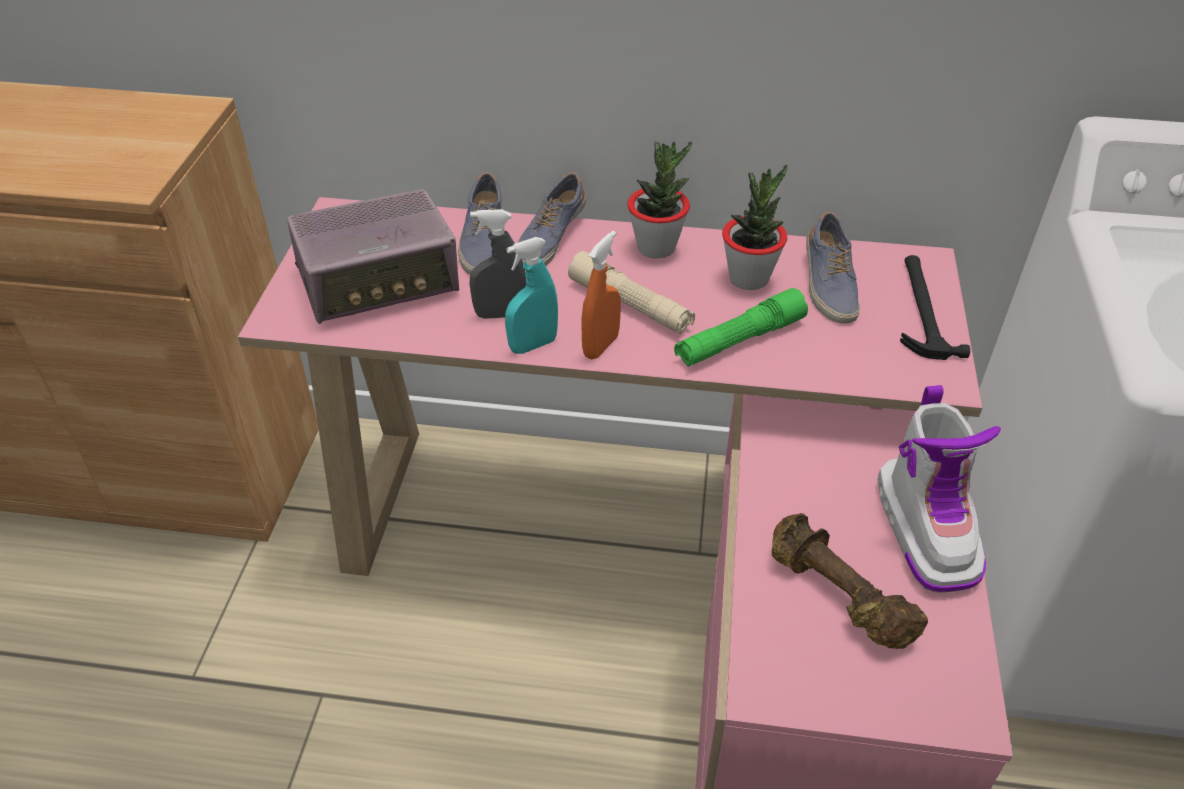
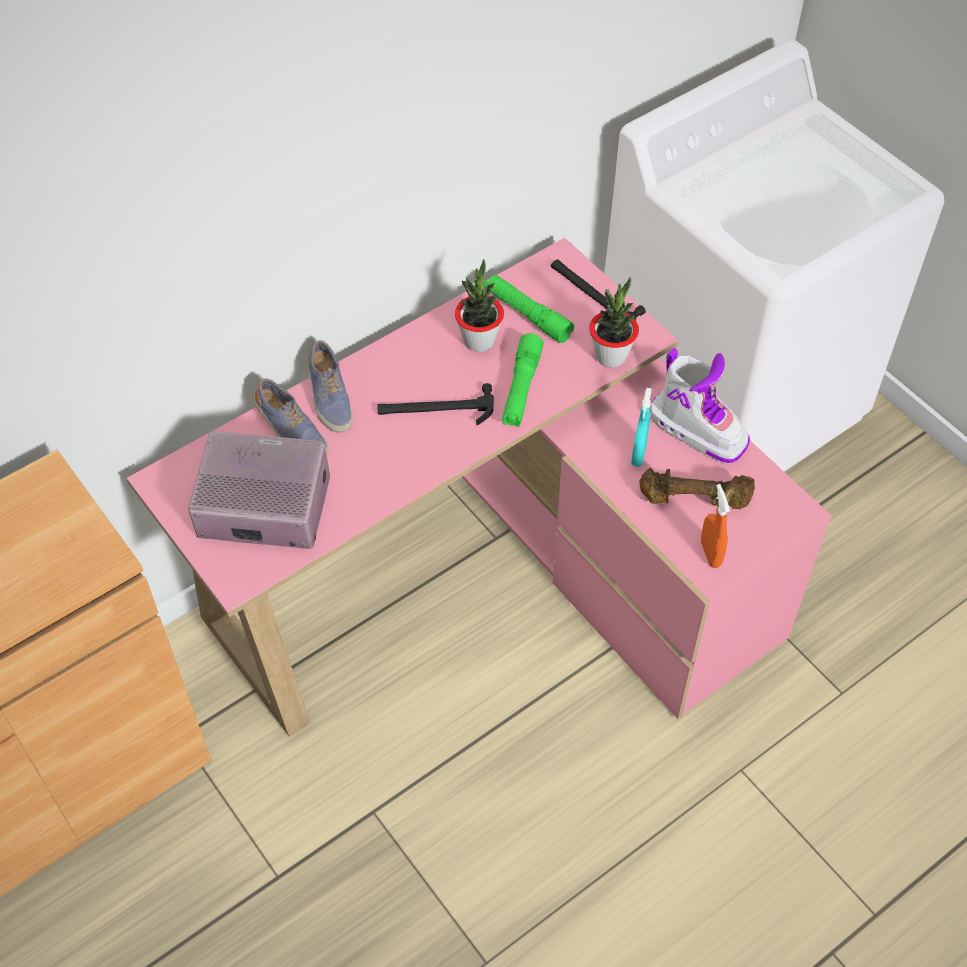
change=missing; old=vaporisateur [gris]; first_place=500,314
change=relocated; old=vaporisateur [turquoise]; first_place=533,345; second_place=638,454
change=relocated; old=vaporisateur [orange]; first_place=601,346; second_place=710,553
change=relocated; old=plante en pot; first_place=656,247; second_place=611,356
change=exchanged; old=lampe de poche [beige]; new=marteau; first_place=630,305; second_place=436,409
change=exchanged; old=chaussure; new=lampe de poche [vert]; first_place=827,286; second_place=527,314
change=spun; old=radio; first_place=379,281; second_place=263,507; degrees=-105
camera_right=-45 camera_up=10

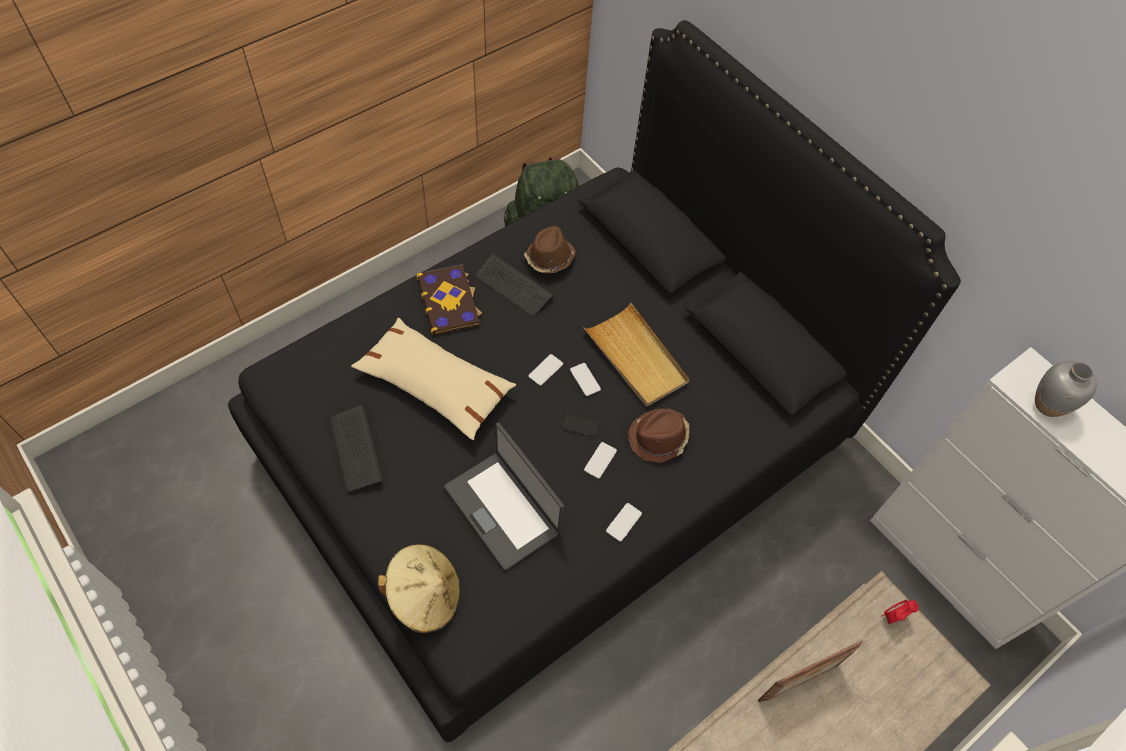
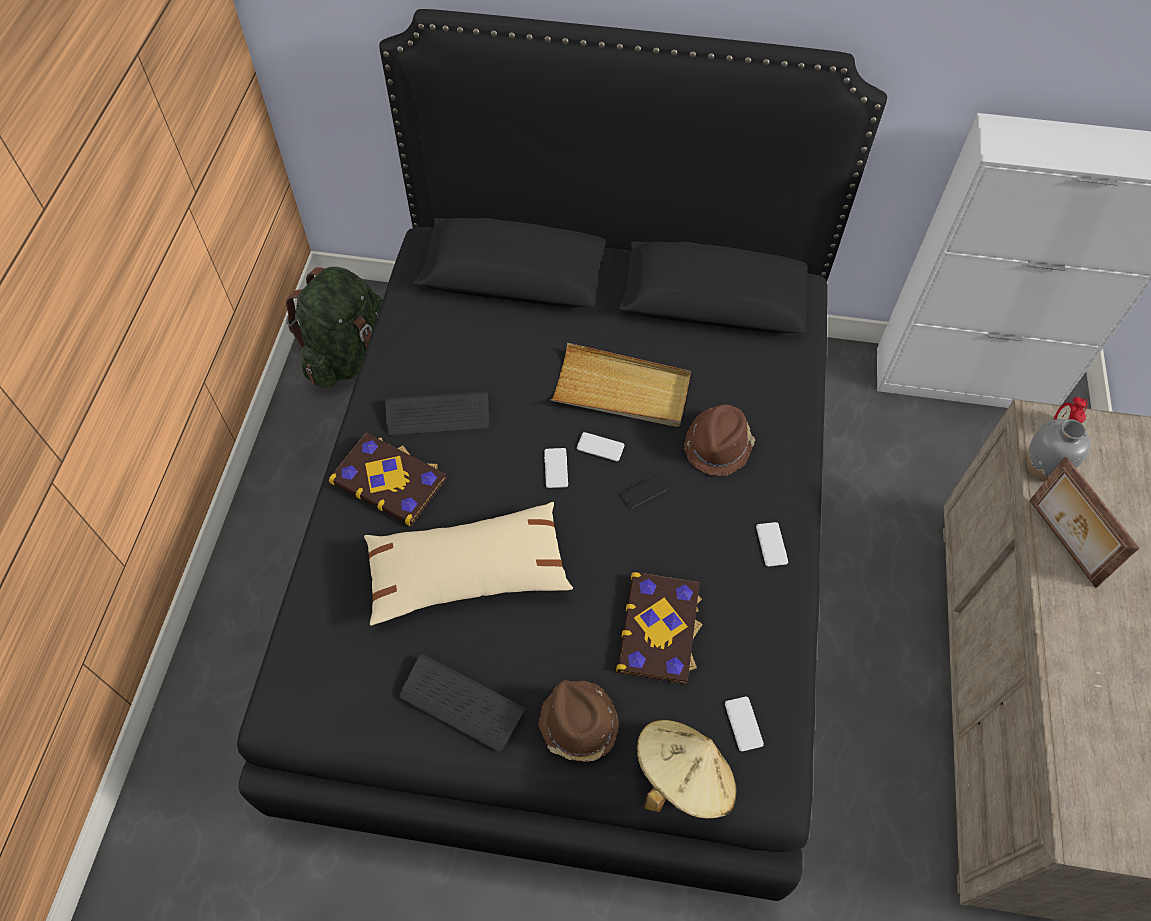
change=relocated; old=chapeau [marron]; first_place=549,258; second_place=578,724
change=relocated; old=téléphone; first_place=600,460; second_place=743,724
change=relocated; old=vase [gris]; first_place=1048,405; second_place=1043,468
change=exchanged; old=ordinateur portable; new=livre; first_place=503,509; second_place=660,629
change=spun; old=cadre photo; first_place=799,682; second_place=1060,543; degrees=135
camera_right=-40 camera_up=0

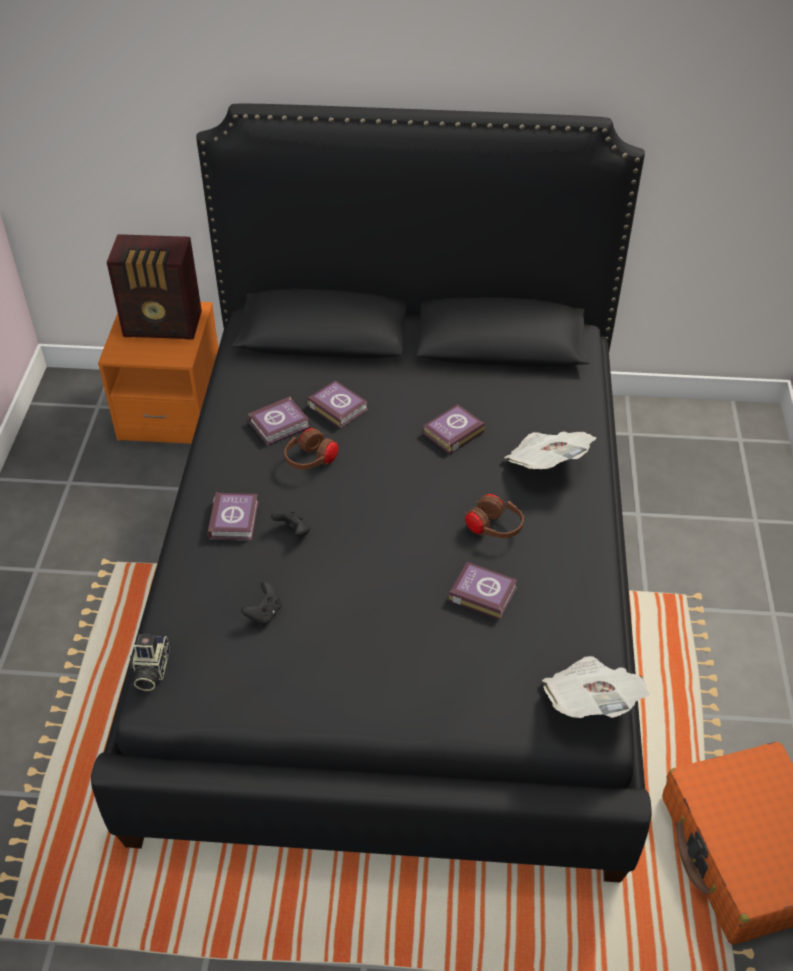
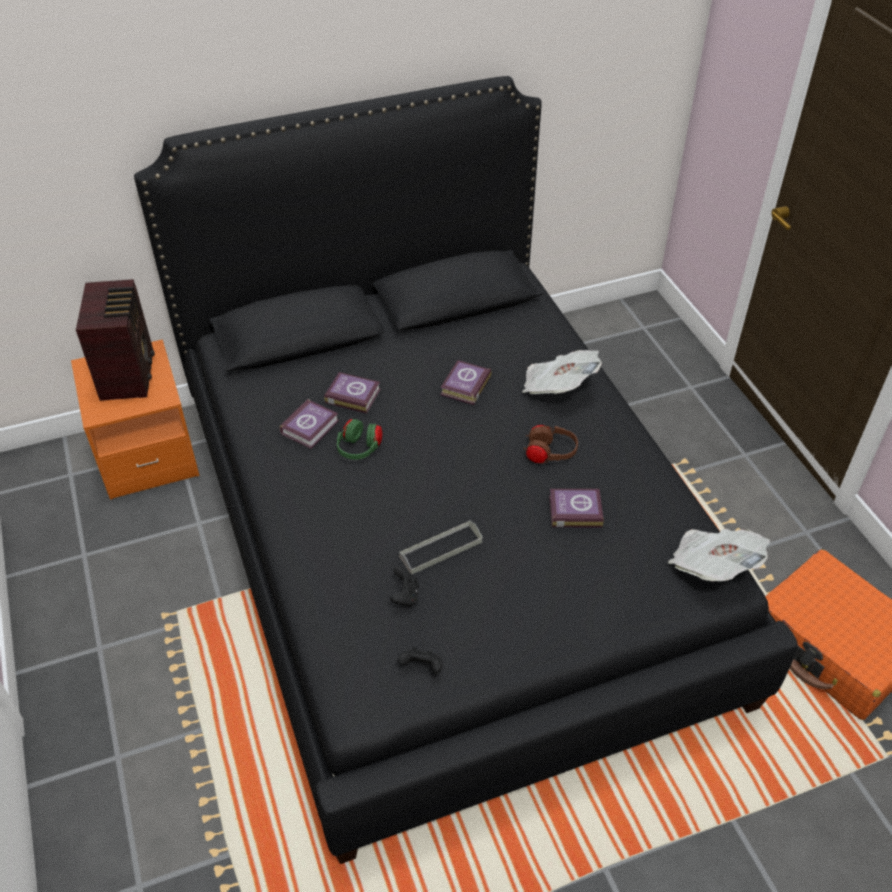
change=missing; old=appareil photo; first_place=150,670
change=missing; old=livre; first_place=235,519
change=appeared; new=plateau [gris]; second_place=441,549
change=relocated; old=manette [noir]; first_place=293,531; second_place=422,667
change=colour; old=casque audio [marron]; new=casque audio [vert]; first_place=311,461; second_place=359,449
change=spun; old=radio; first_place=164,325; second_place=129,374; degrees=-75
camera_right=-25 camera_up=0

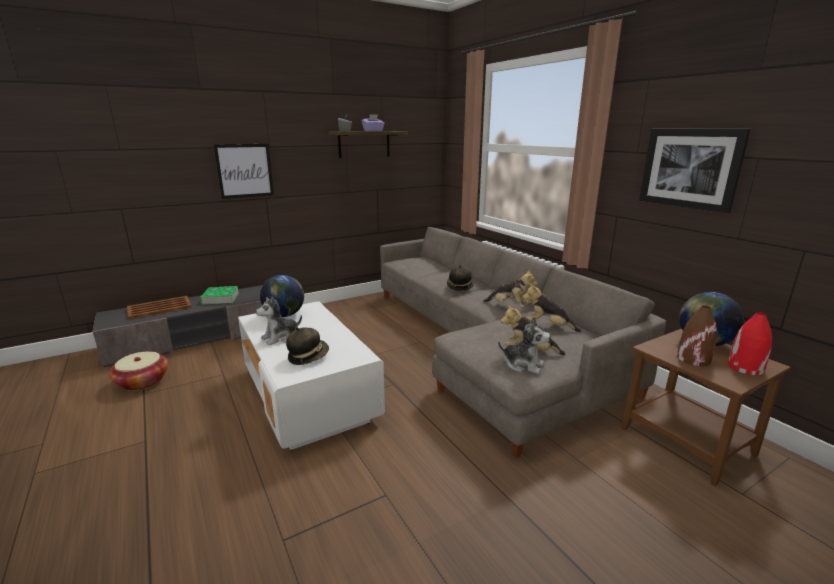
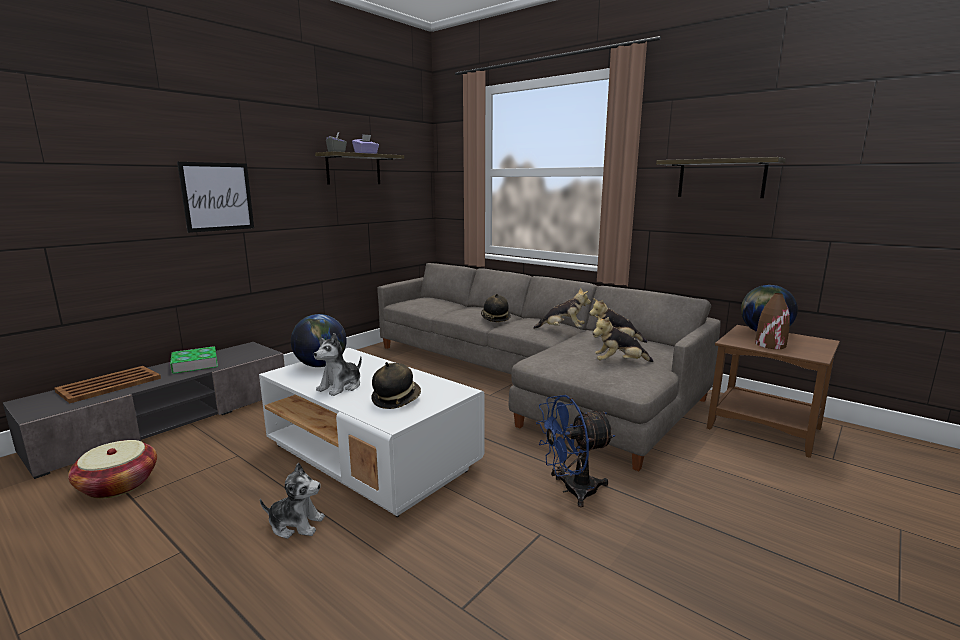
change=missing; old=vase [rouge]; first_place=745,367
change=appeared; new=ventilateur [bleu]; second_place=572,491
change=relocated; old=peluche; first_place=523,365; second_place=296,524
change=exchanged; old=tableau; new=étagère; first_place=690,168; second_place=721,178
camera_right=-20 camera_up=-5

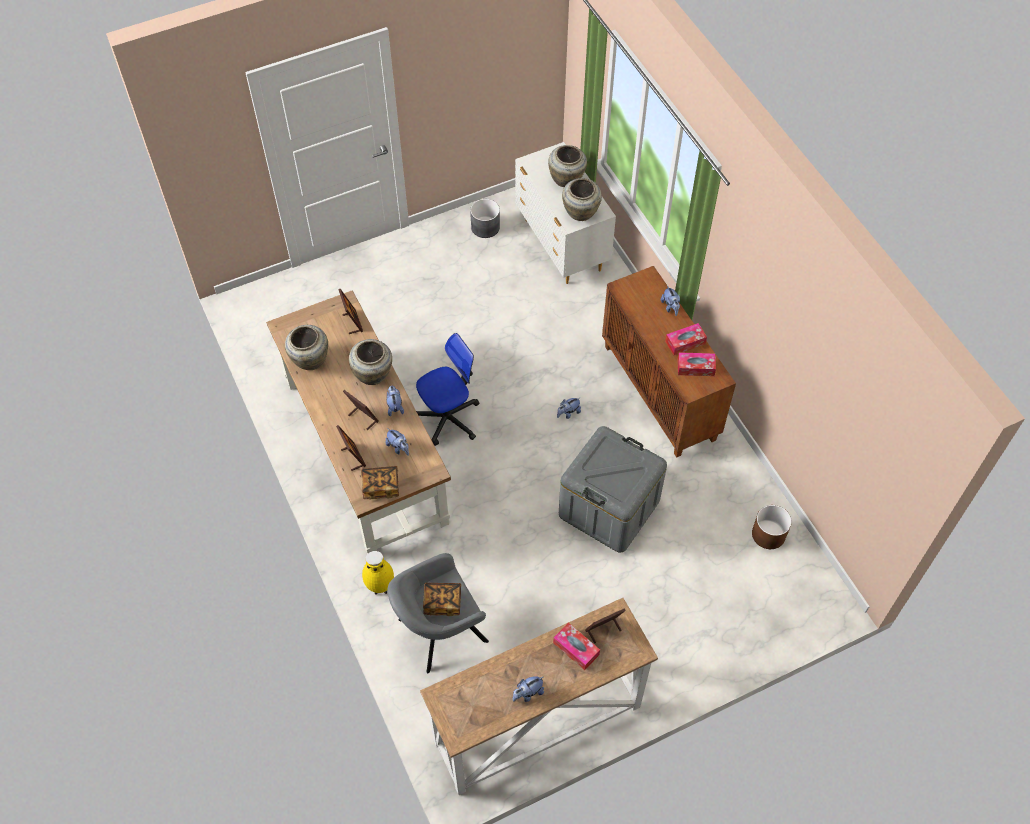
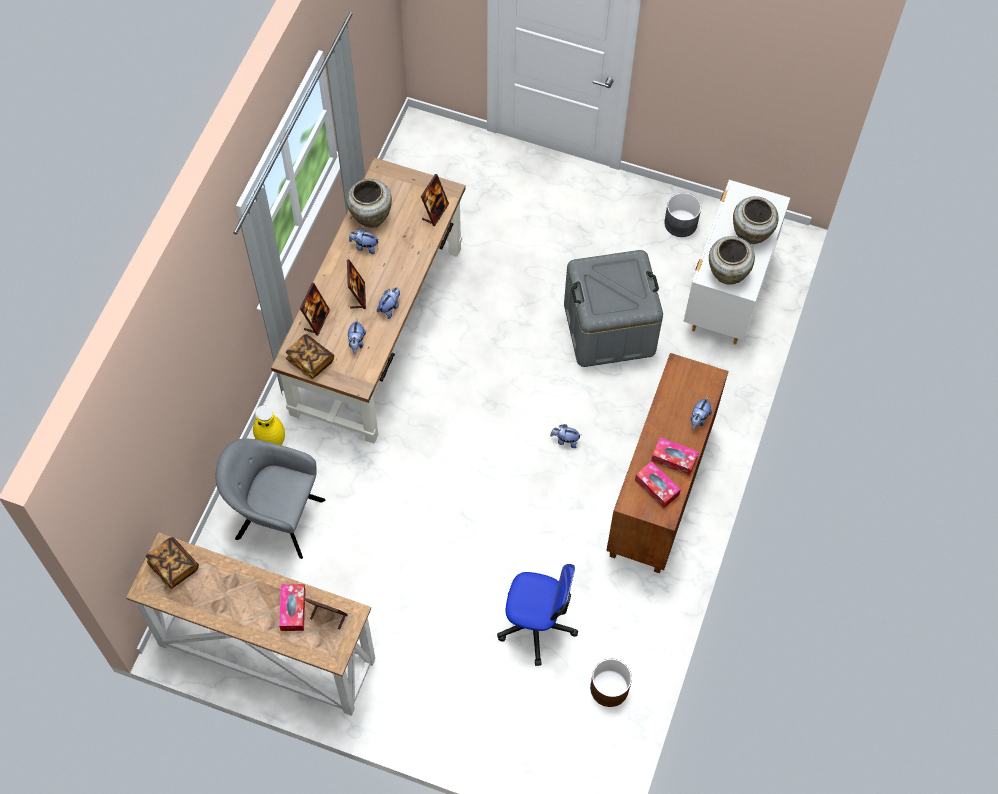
change=missing; old=vase [beige]; first_place=373,375
change=relocated; old=chaise de bureau; first_place=448,418; second_place=536,624
change=relocated; old=livre; first_place=442,602; second_place=174,566
change=relocated; old=peluche; first_place=528,693; second_place=364,247
change=relocated; old=boîte de rangement [gris]; first_place=609,507; second_place=609,328
camera_right=45 camera_up=5

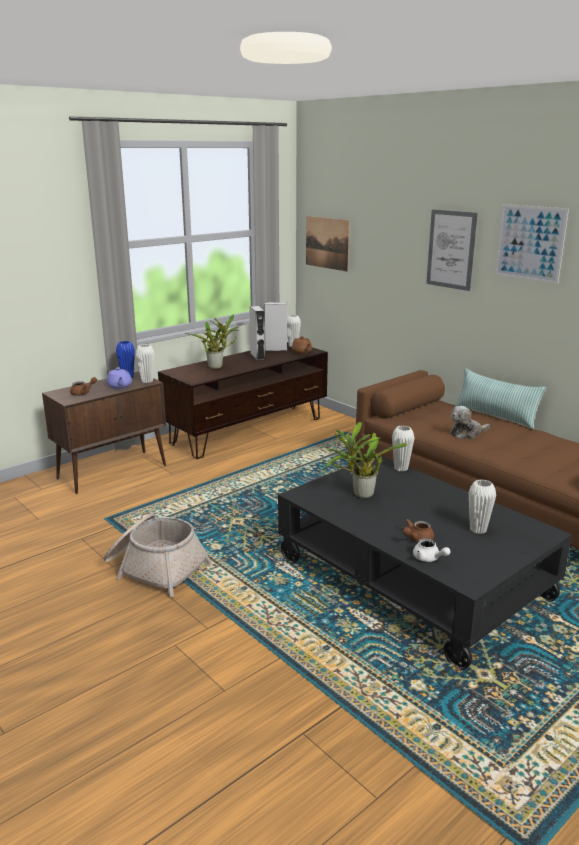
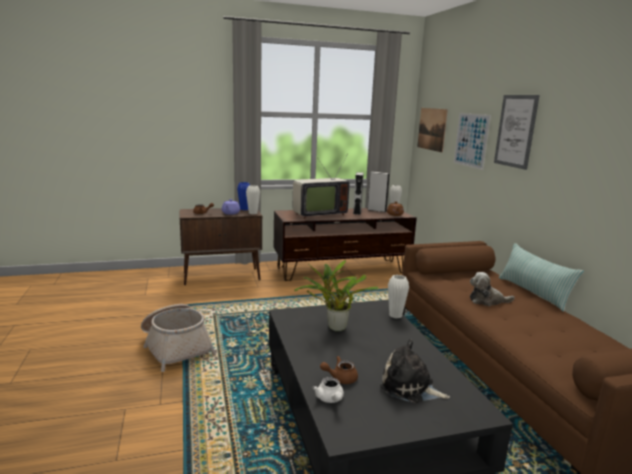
change=relocated; old=tableau; first_place=530,243; second_place=471,140
change=exchanged; old=plante en pot; new=téléviseur; first_place=217,367; second_place=318,214
change=exchanged; old=vase [blanc]; new=peluche; first_place=478,529; second_place=410,387
camera_right=25 camera_up=-5

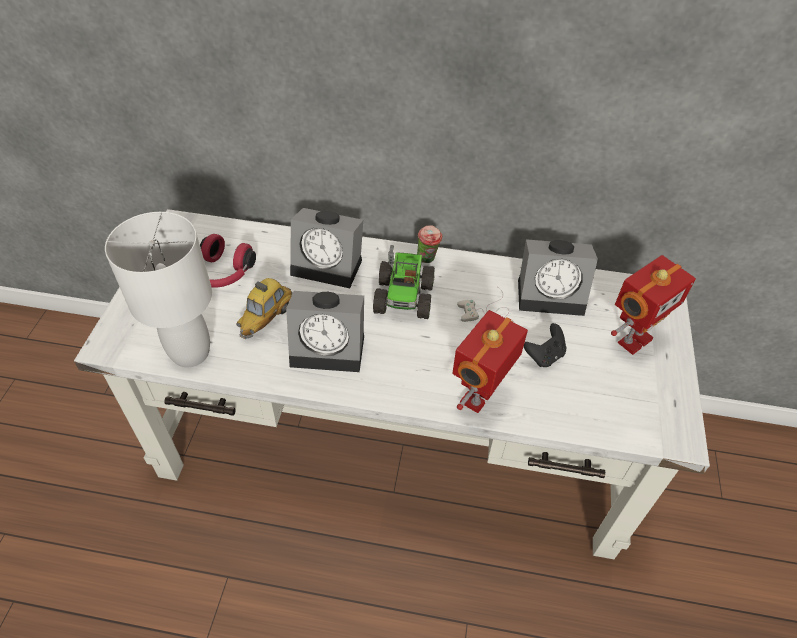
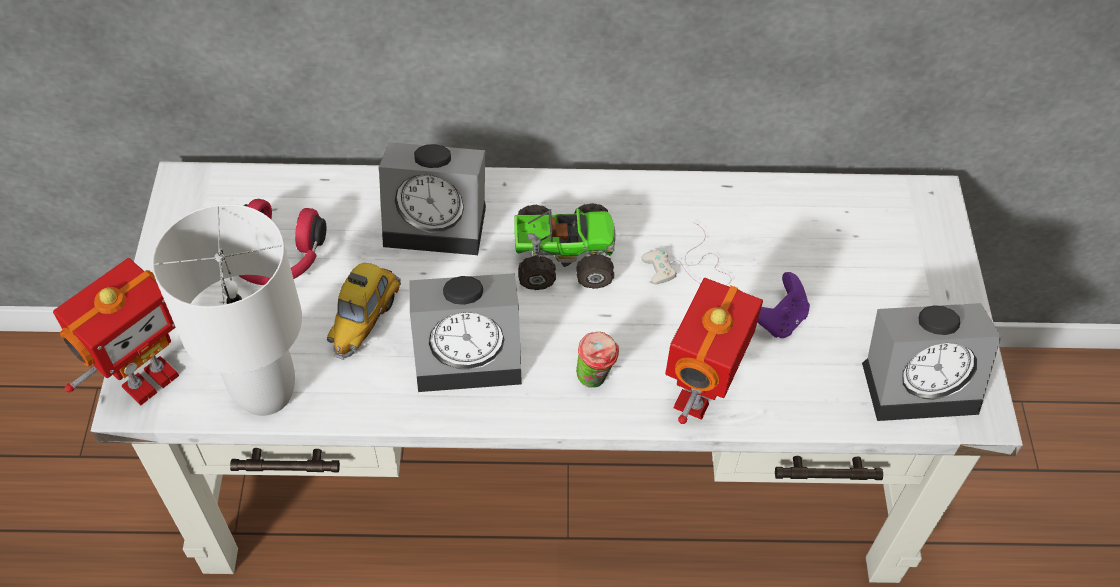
change=relocated; old=tasse; first_place=428,259; second_place=595,379
change=relocated; old=réveil; first_place=552,294; second_place=921,382
change=relocated; old=robot jouet; first_place=632,339; second_place=148,379
change=colour; old=manette [noir]; new=manette [violet]; first_place=544,356; second_place=779,320
change=spun; old=camion jouet; first_place=404,296; second_place=561,257; degrees=-90
camera_right=-10 camera_up=5

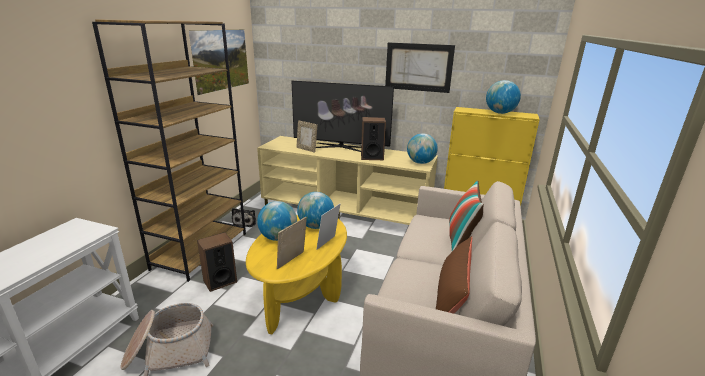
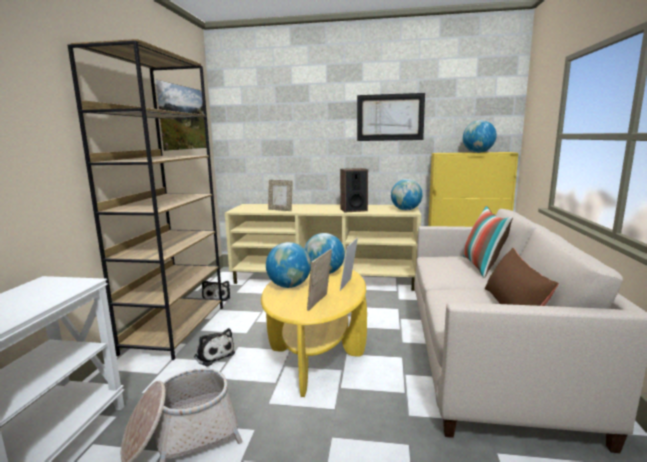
change=missing; old=téléviseur; first_place=340,148
change=exchanged; old=enceinte; new=peluche; first_place=220,281; second_place=213,354
camera_right=-10 camera_up=-10

